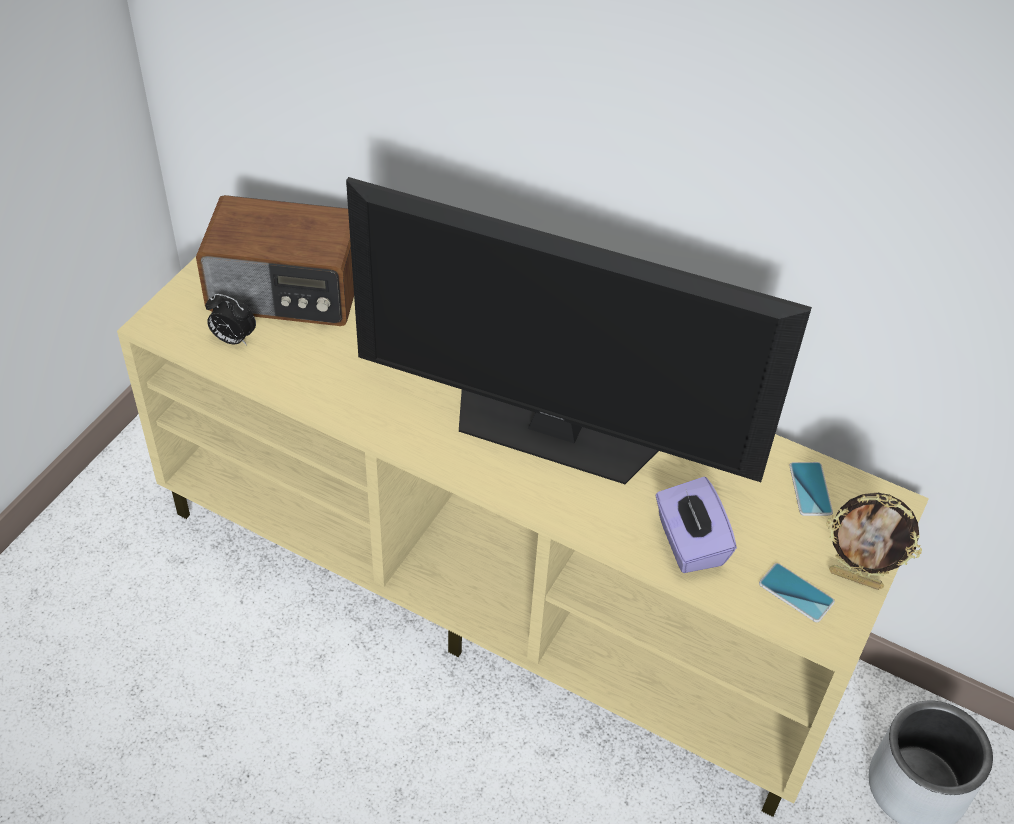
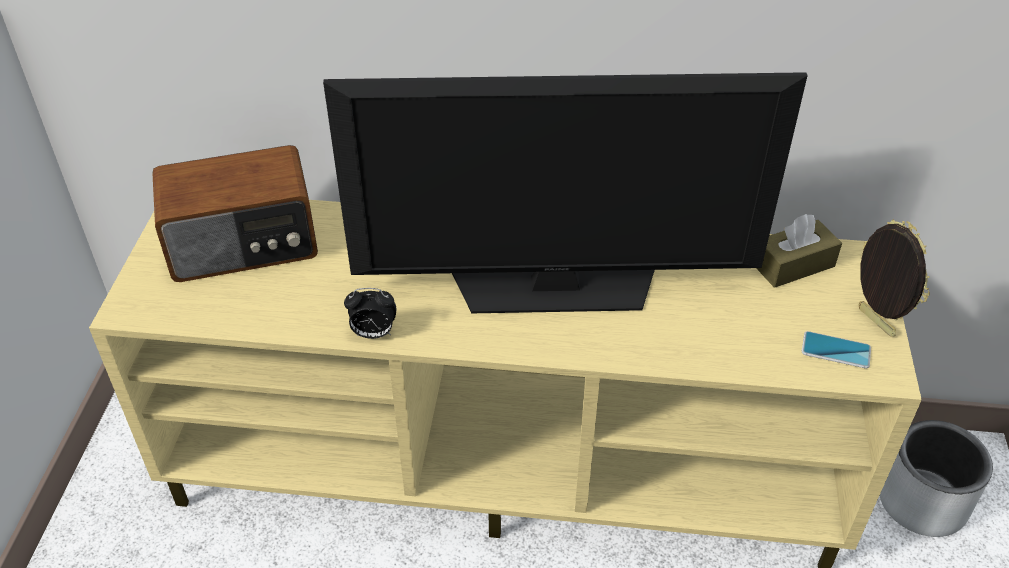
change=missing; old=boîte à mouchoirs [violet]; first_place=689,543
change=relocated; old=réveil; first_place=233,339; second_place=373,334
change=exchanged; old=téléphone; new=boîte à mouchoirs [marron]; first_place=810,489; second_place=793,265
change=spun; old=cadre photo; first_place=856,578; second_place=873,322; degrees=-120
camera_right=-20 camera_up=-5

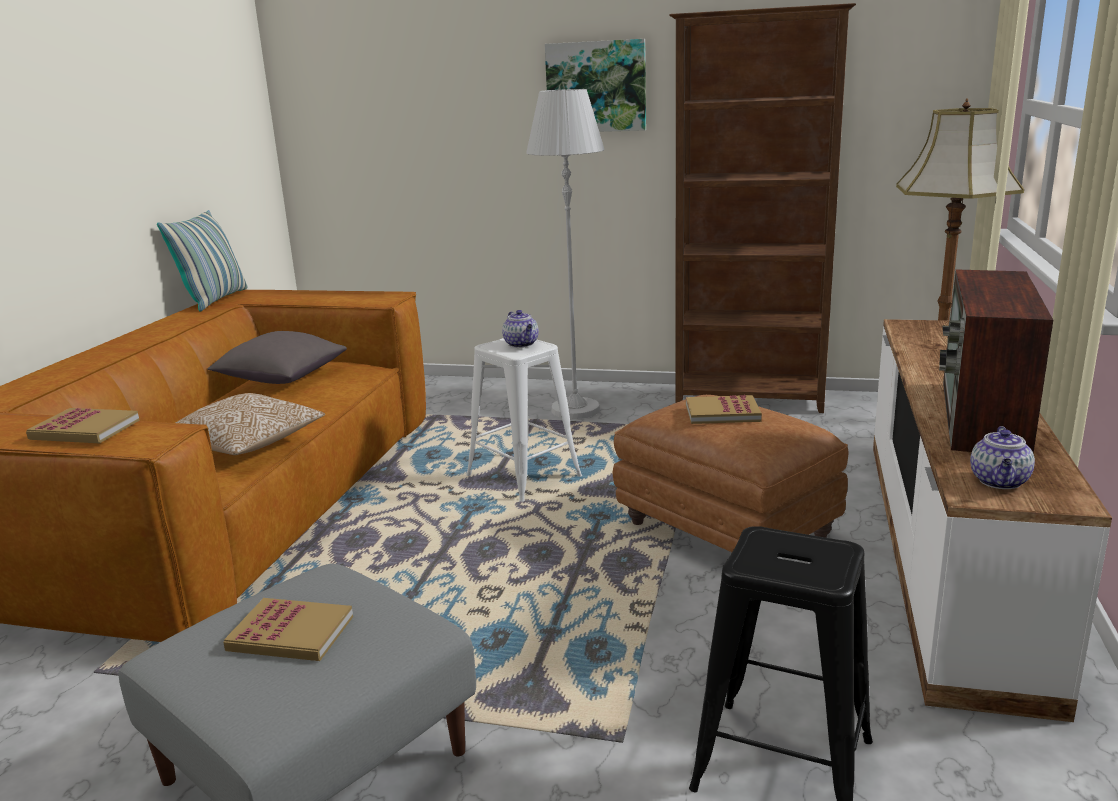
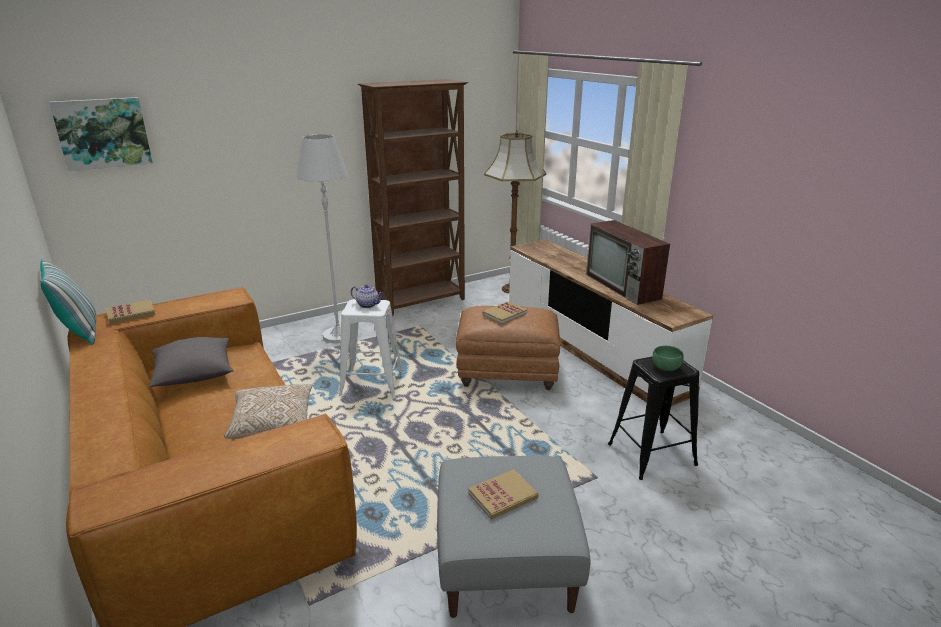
change=missing; old=théière; first_place=1000,482
change=appeared; new=bol [vert]; second_place=665,367
change=relocated; old=livre; first_place=85,430; second_place=131,314
change=relocated; old=tableau; first_place=596,87; second_place=103,133
camera_right=-45 camera_up=5

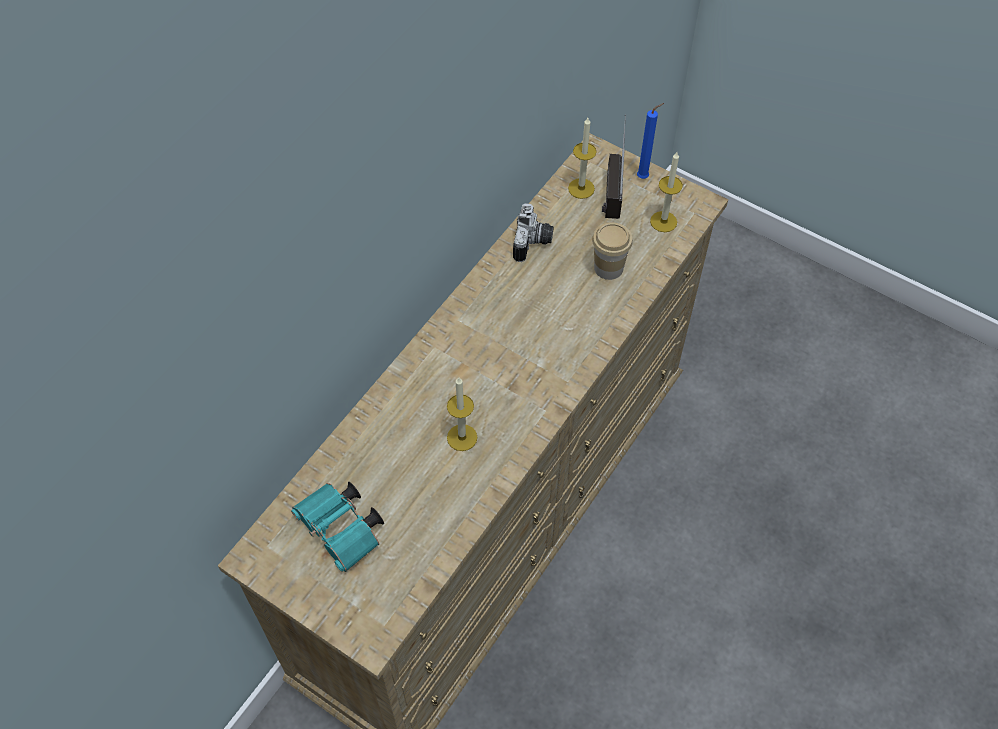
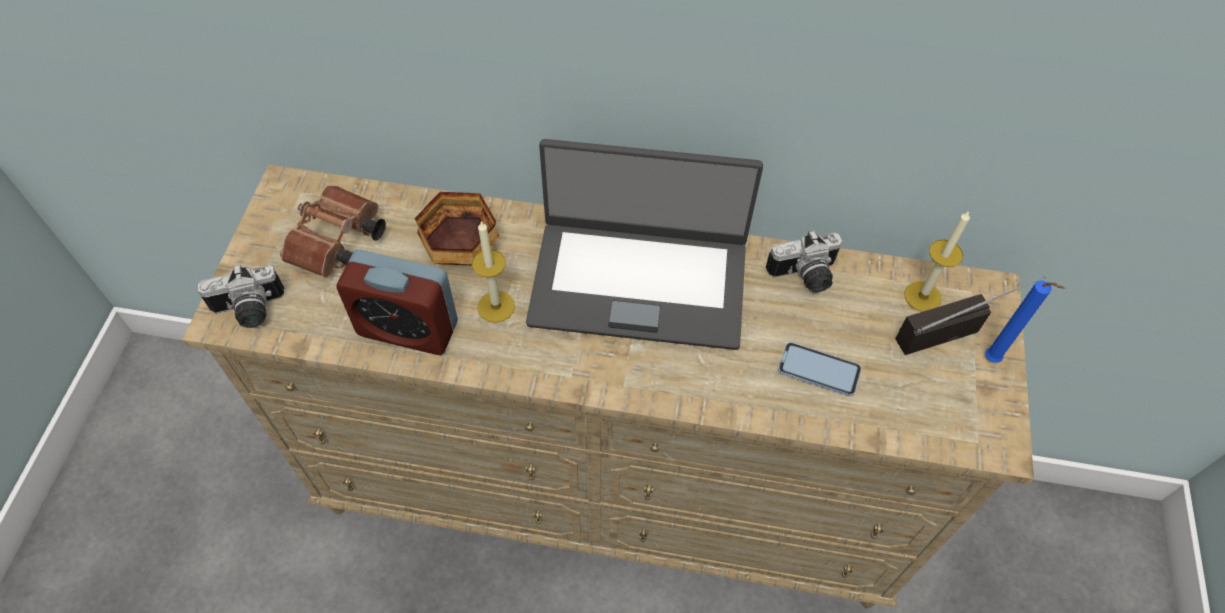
change=missing; old=bougie; first_place=663,221
change=appeared; new=appareil photo; second_place=249,311
change=appeared; new=réveil; second_place=408,328
change=appeared; new=bol; second_place=461,247
change=appeared; new=ordinateur portable; second_place=639,281
change=exchanged; old=tasse; new=téléphone; first_place=608,268; second_place=819,370
change=colour; old=jumelles [turquoise]; new=jumelles [marron]; first_place=342,532; second_place=337,245
camera_right=65 camera_up=0

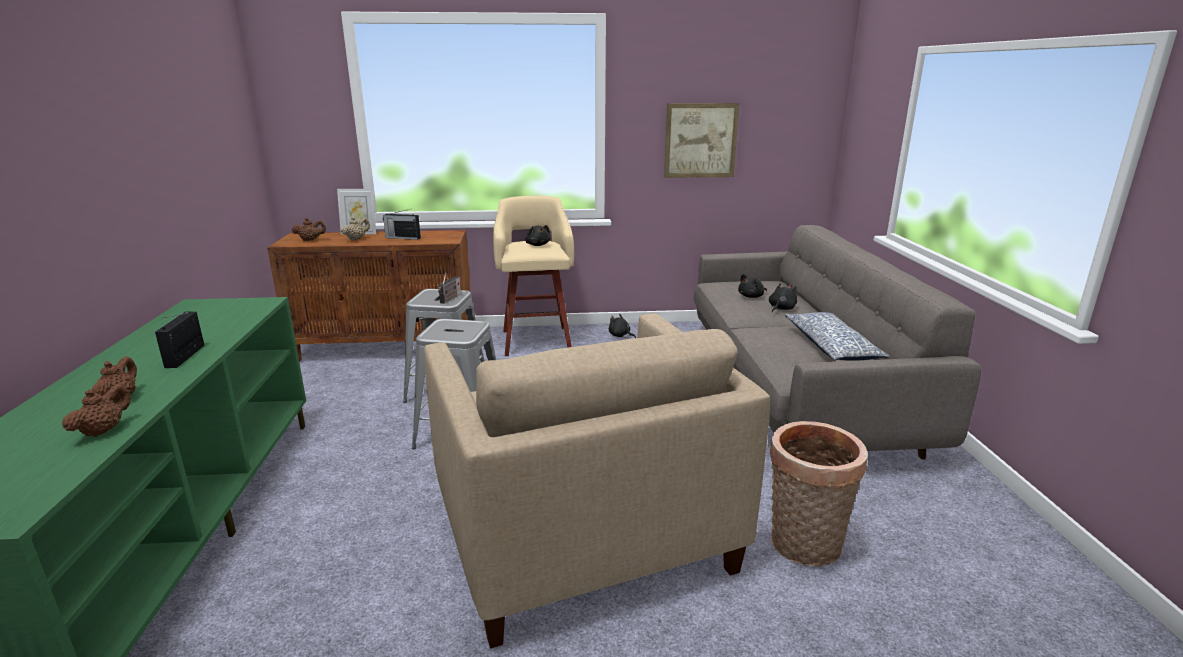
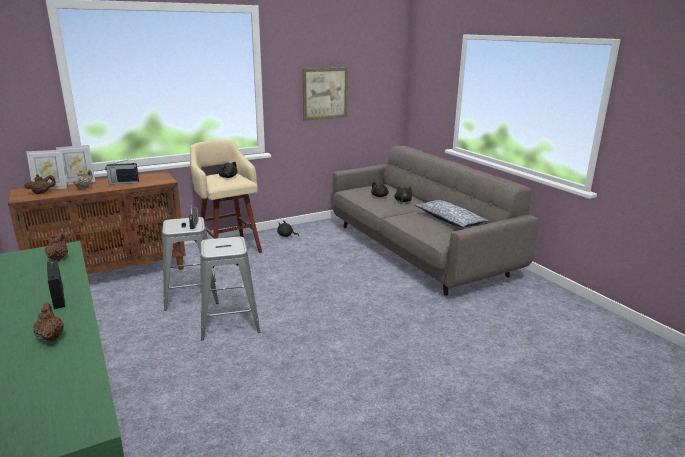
change=missing; old=fauteuil [beige]; first_place=582,535
change=missing; old=panier; first_place=803,547
change=appeared; new=cadre photo; second_place=50,188
change=relocated; old=théière [marron]; first_place=103,430; second_place=58,258
camera_right=-25 camera_up=0

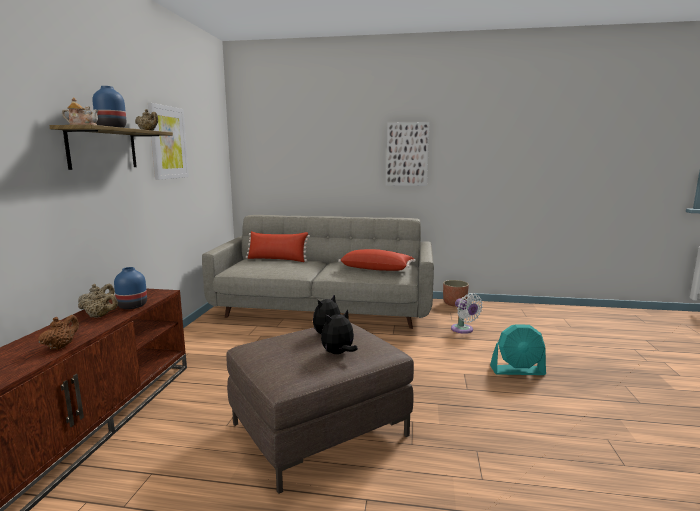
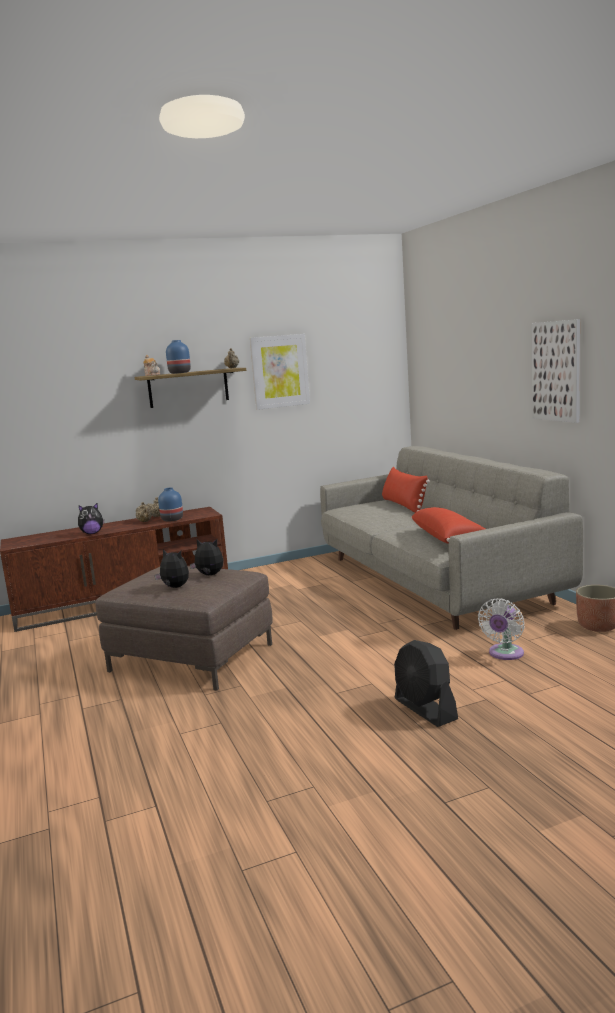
change=exchanged; old=théière [marron]; new=peluche; first_place=61,346; second_place=92,533
change=colour; old=ventilateur [turquoise]; new=ventilateur [noir]; first_place=517,371; second_place=425,709
camera_right=60 camera_up=0

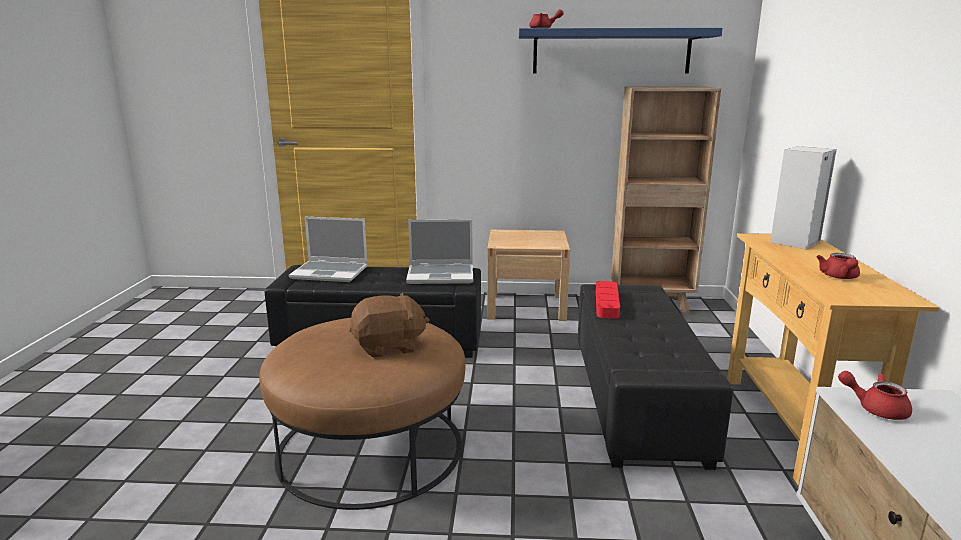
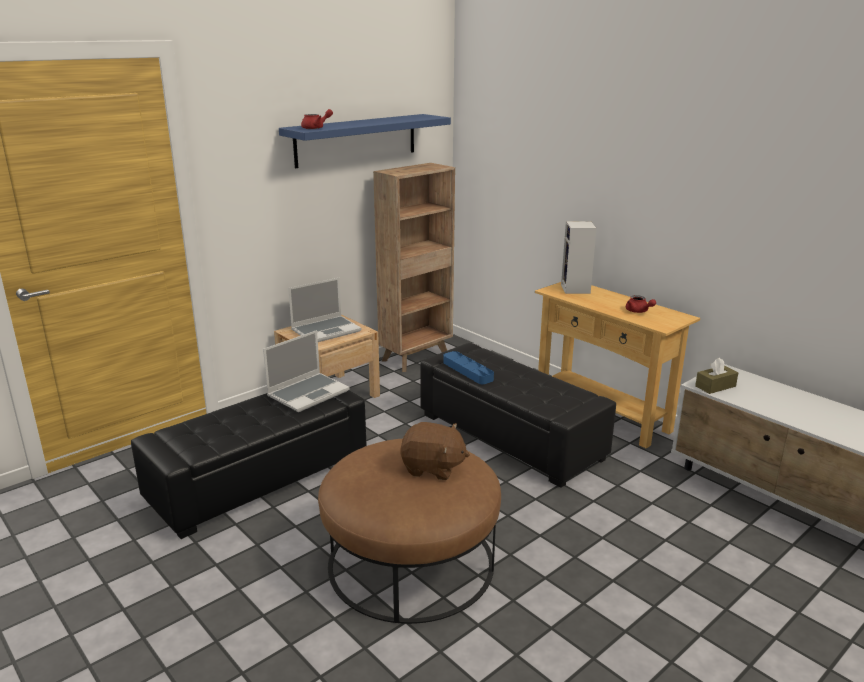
change=relocated; old=ordinateur portable; first_place=331,272; second_place=326,330
change=exchanged; old=théière [rouge]; new=boîte à mouchoirs [marron]; first_place=875,408; second_place=715,386
change=colour; old=plateau [rouge]; new=plateau [bleu]; first_place=606,303; second_place=467,371
change=spun; old=peluche [marron]; first_place=389,347; second_place=432,468; degrees=75
camera_right=-45 camera_up=5

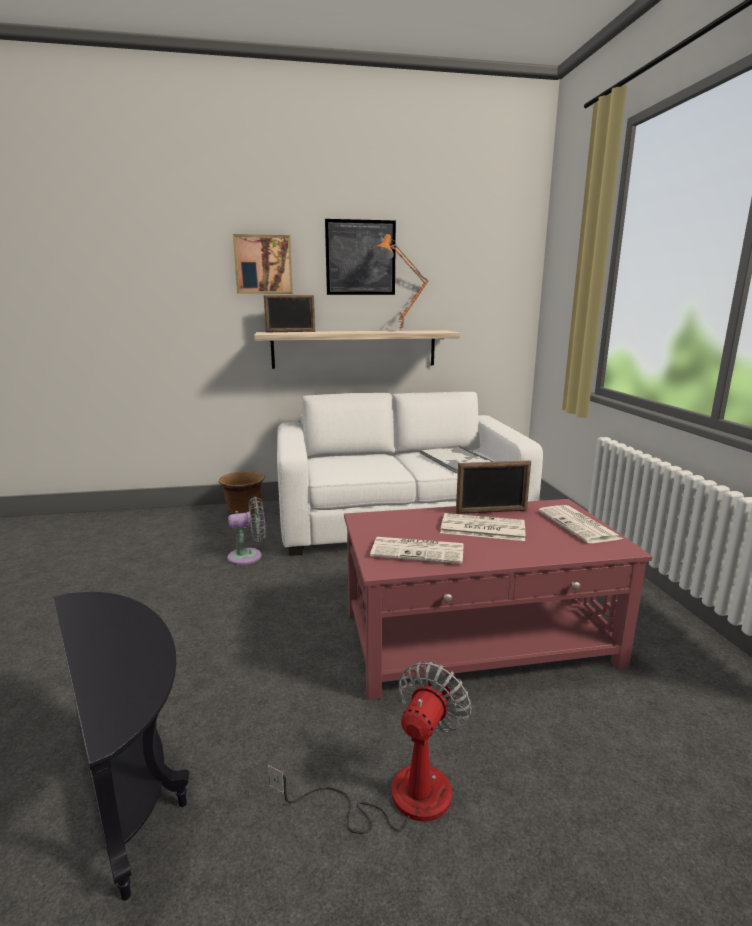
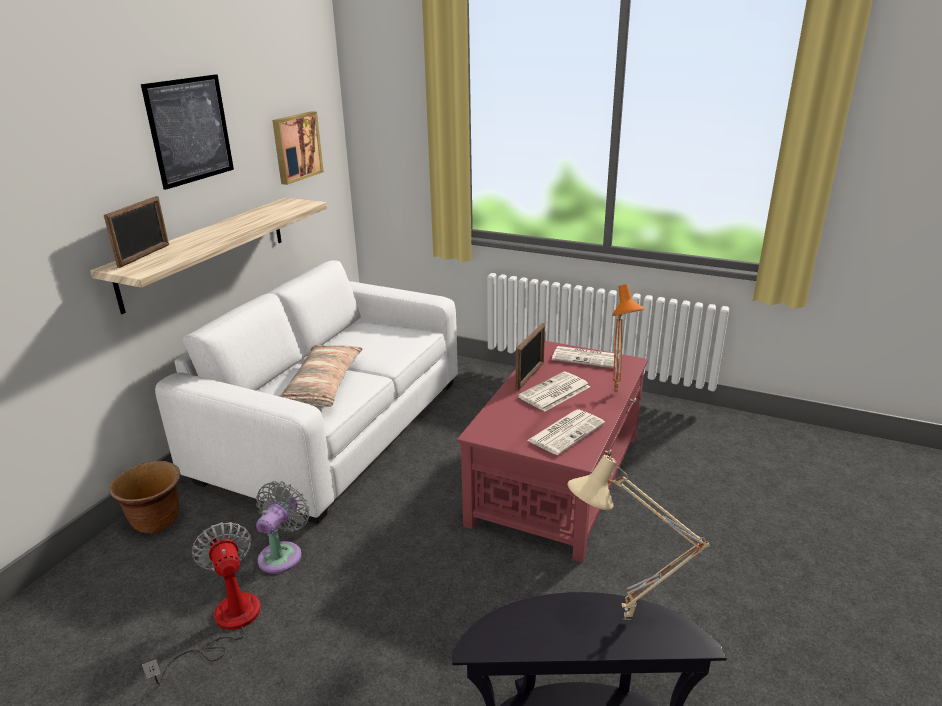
change=missing; old=plateau; first_place=457,460
change=appeared; new=coussin; second_place=323,386
change=appeared; new=lampe de table [beige]; second_place=627,622
change=relocated; old=tableau; first_place=263,265; second_place=296,147
change=relocated; old=ventilateur; first_place=397,796; second_place=225,625
change=relocated; old=lampe de table [orange]; first_place=401,331; second_place=618,393
camera_right=-55 camera_up=10

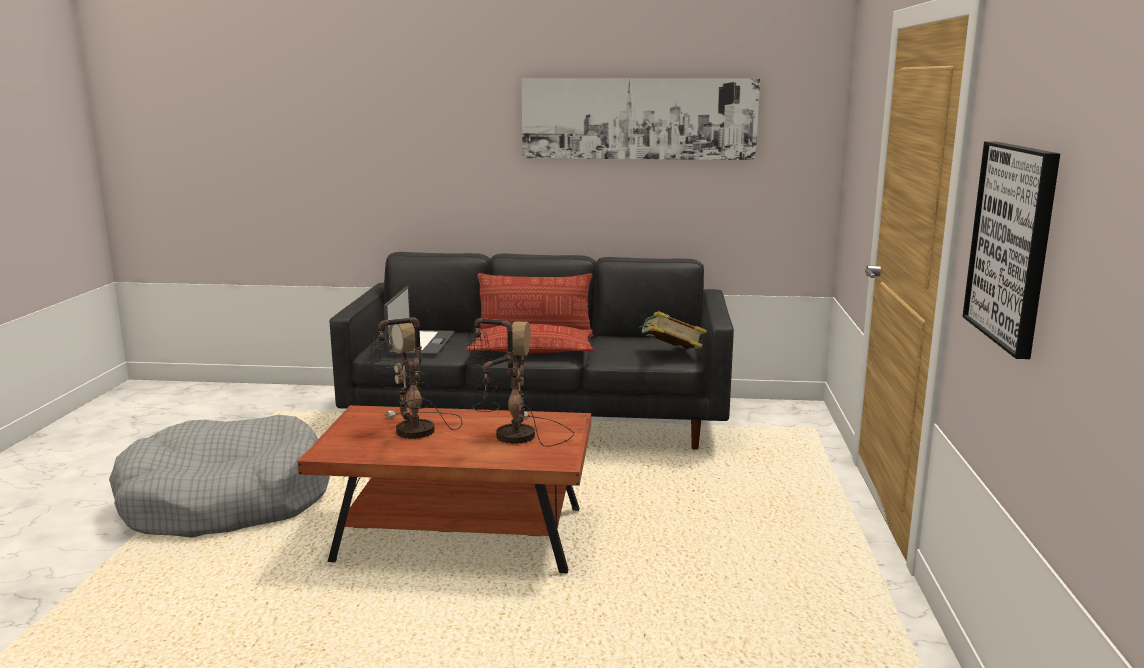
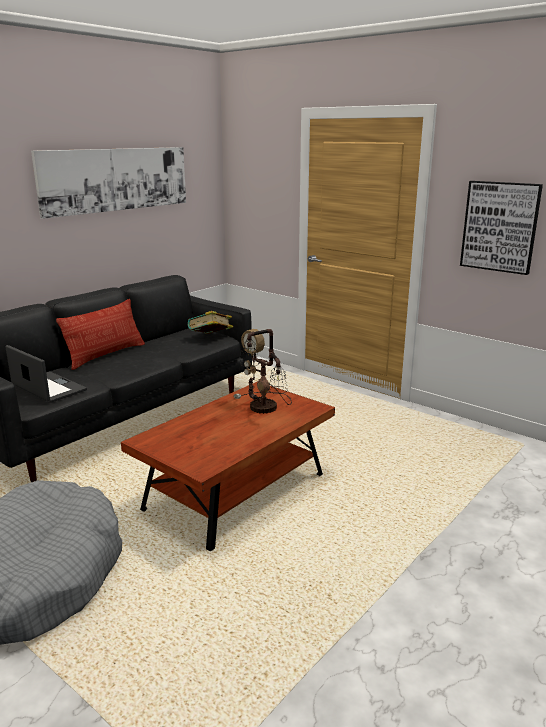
change=missing; old=lampe de table; first_place=414,433
change=missing; old=coussin; first_place=532,350
camera_right=-55 camera_up=5

